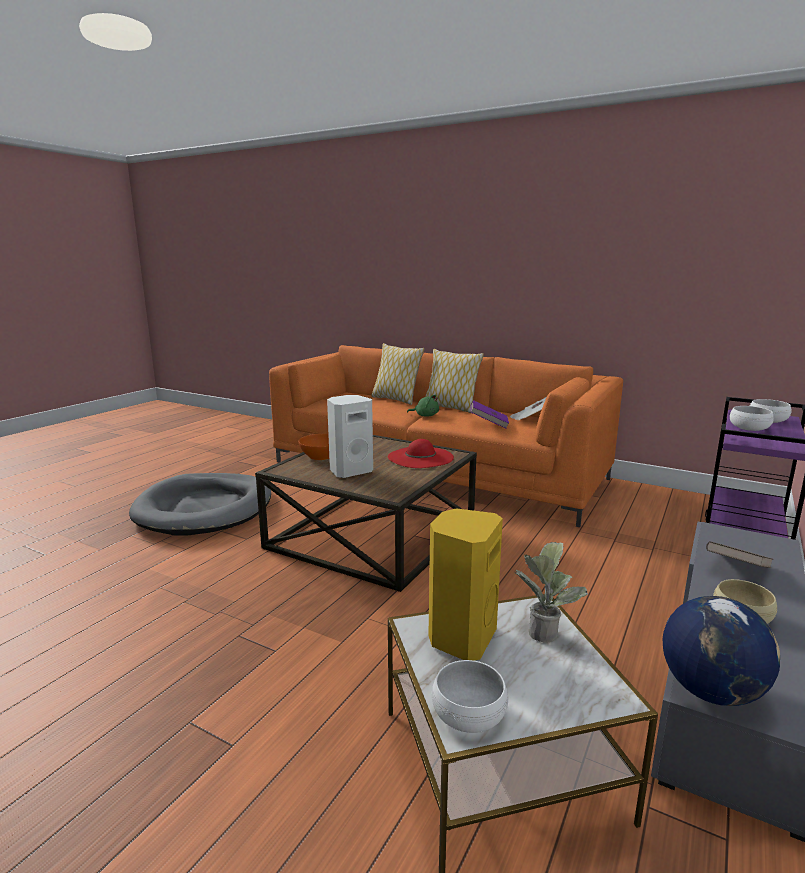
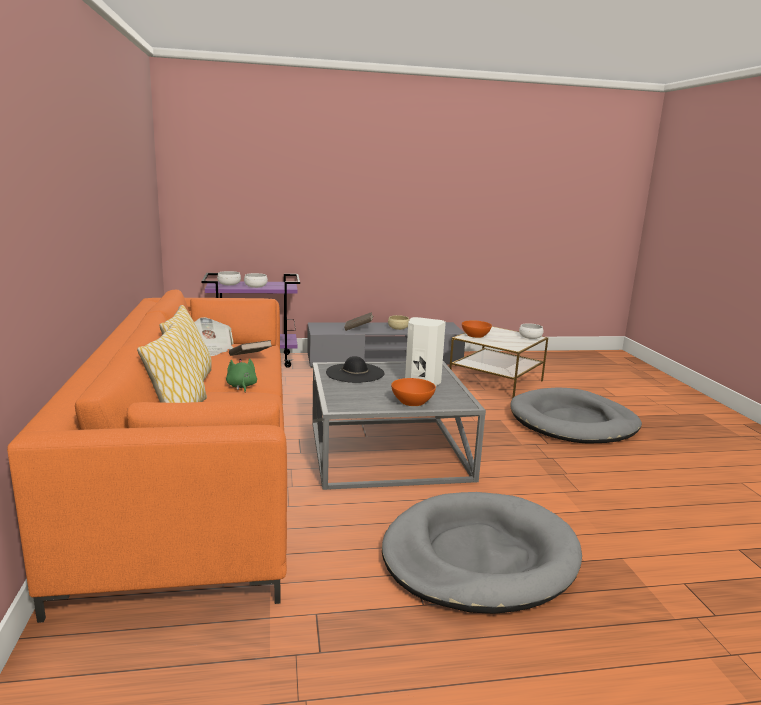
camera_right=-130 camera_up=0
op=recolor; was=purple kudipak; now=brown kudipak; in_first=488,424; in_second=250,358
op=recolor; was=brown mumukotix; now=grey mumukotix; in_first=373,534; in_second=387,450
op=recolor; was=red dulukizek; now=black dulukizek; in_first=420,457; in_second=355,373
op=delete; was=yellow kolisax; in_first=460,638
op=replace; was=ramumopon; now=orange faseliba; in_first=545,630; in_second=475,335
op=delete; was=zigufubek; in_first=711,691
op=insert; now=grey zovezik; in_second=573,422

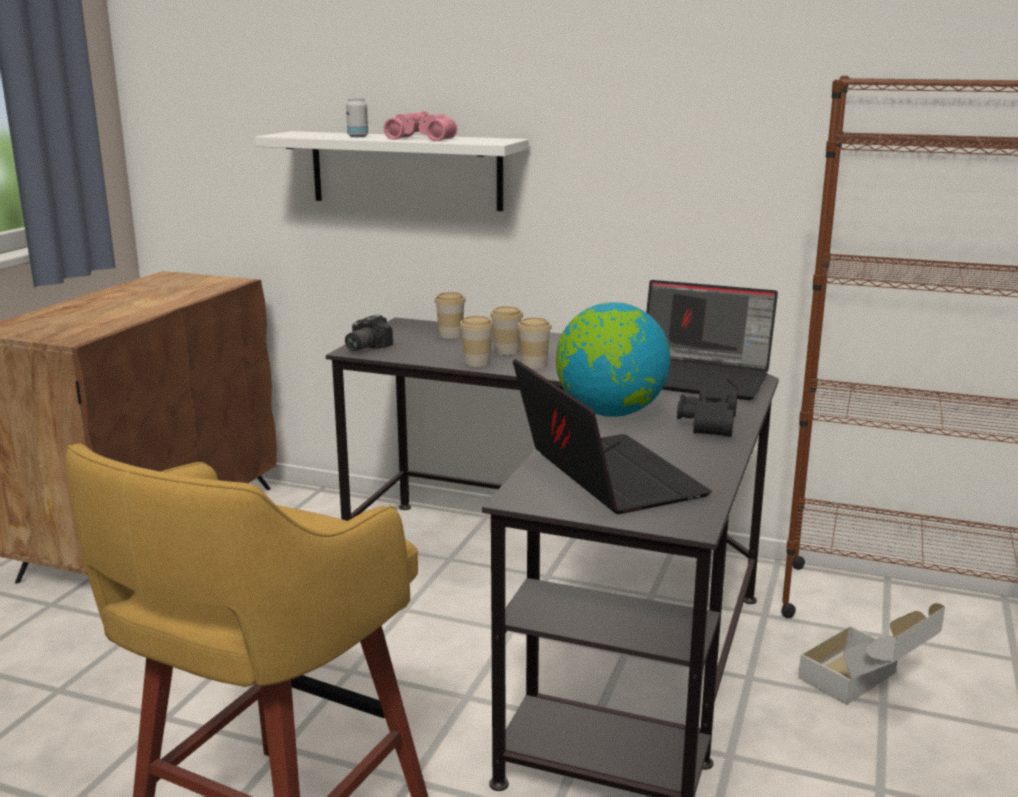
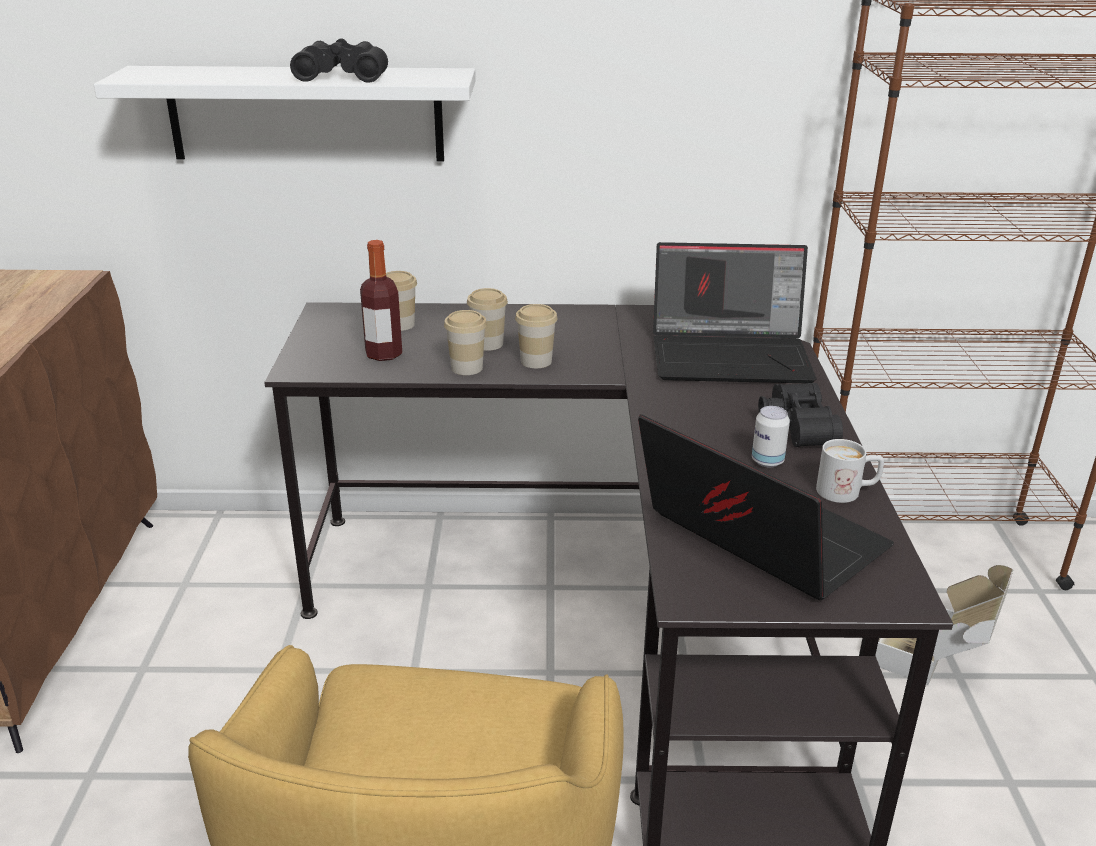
camera_right=-20 camera_up=10
op=move; was=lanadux; in_first=358,136; in_second=767,461
op=recolor; was=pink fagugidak; now=black fagugidak; in_first=424,138; in_second=343,76
op=delete; was=zigufubek; in_first=610,413
op=delete; was=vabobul; in_first=363,347
op=insert; now=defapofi; in_second=384,354
op=insert; now=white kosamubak; in_second=847,492

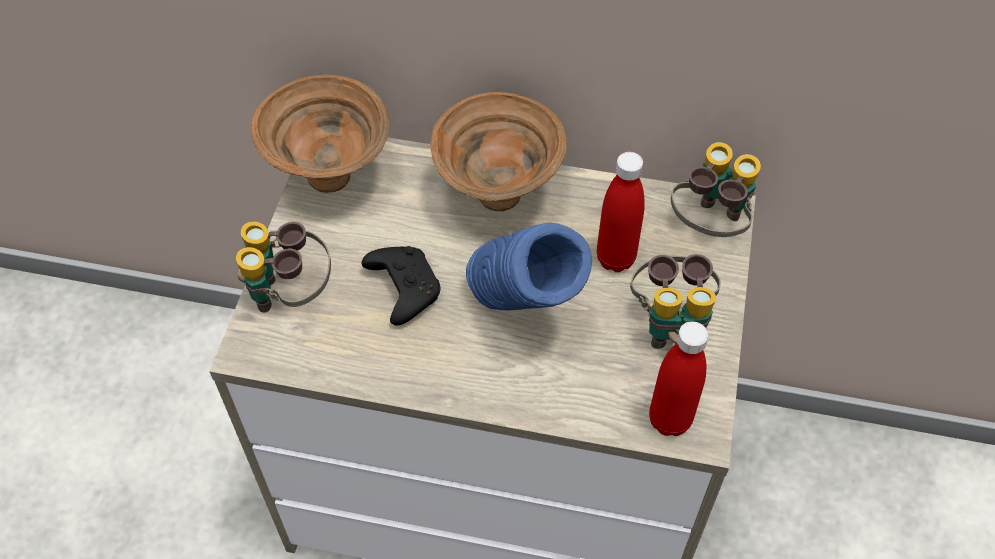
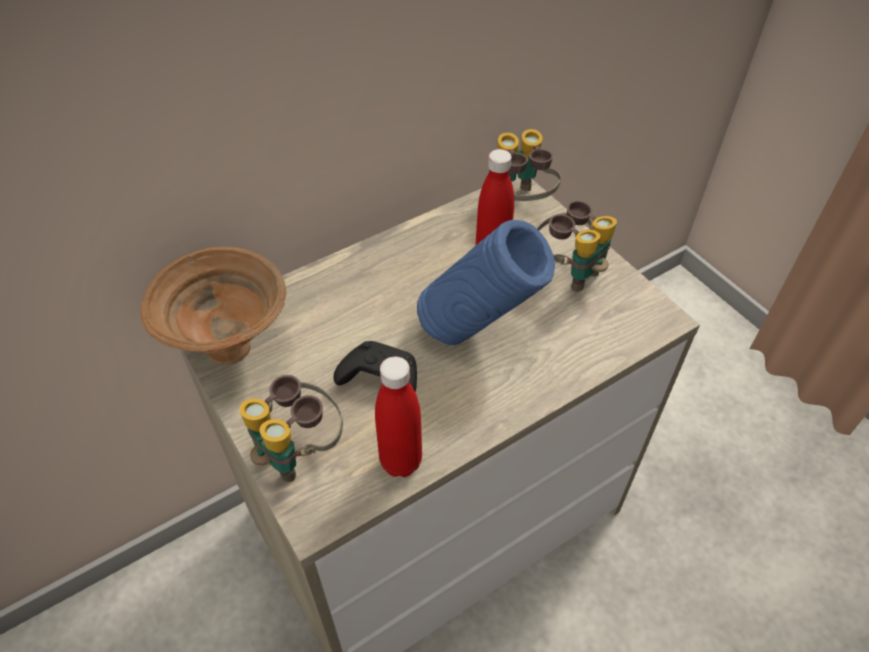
camera_right=-45 camera_up=-5
op=delete; was=brown faseliba; in_first=499,198
op=move; was=red defapofi; in_first=669,420; in_second=401,461

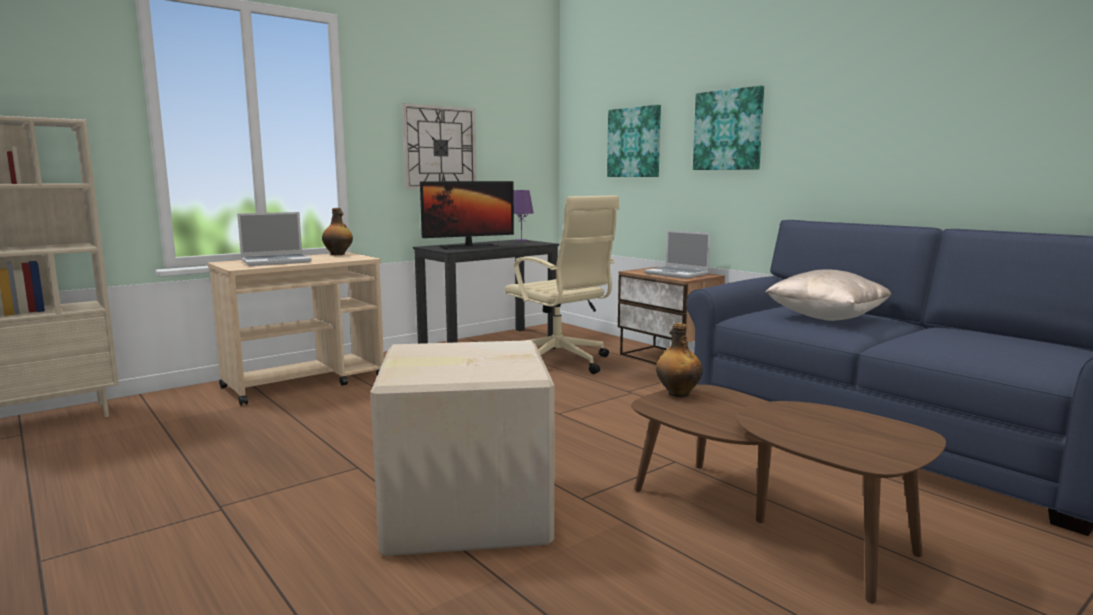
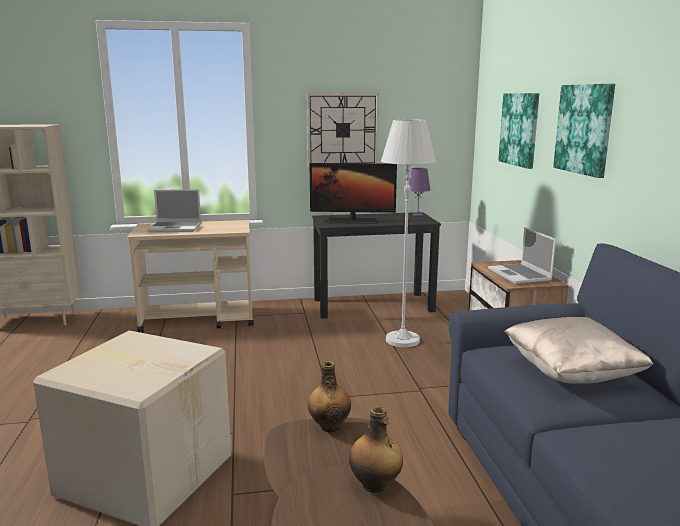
camera_right=30 camera_up=5
op=replace; was=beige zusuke; now=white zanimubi; in_first=559,363; in_second=402,340
op=move; was=defapofi; in_first=338,254; in_second=375,485

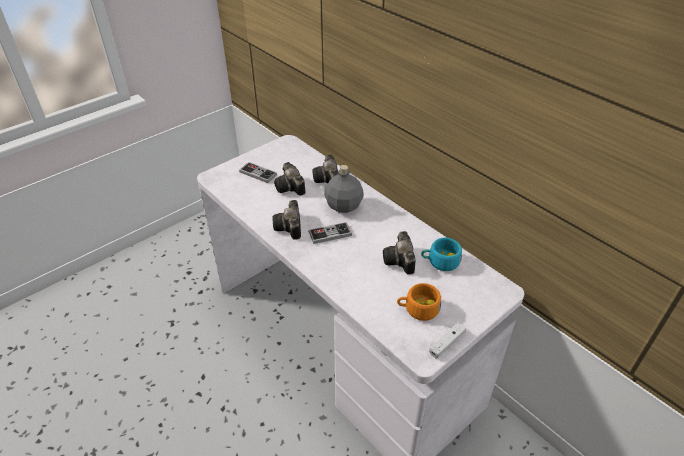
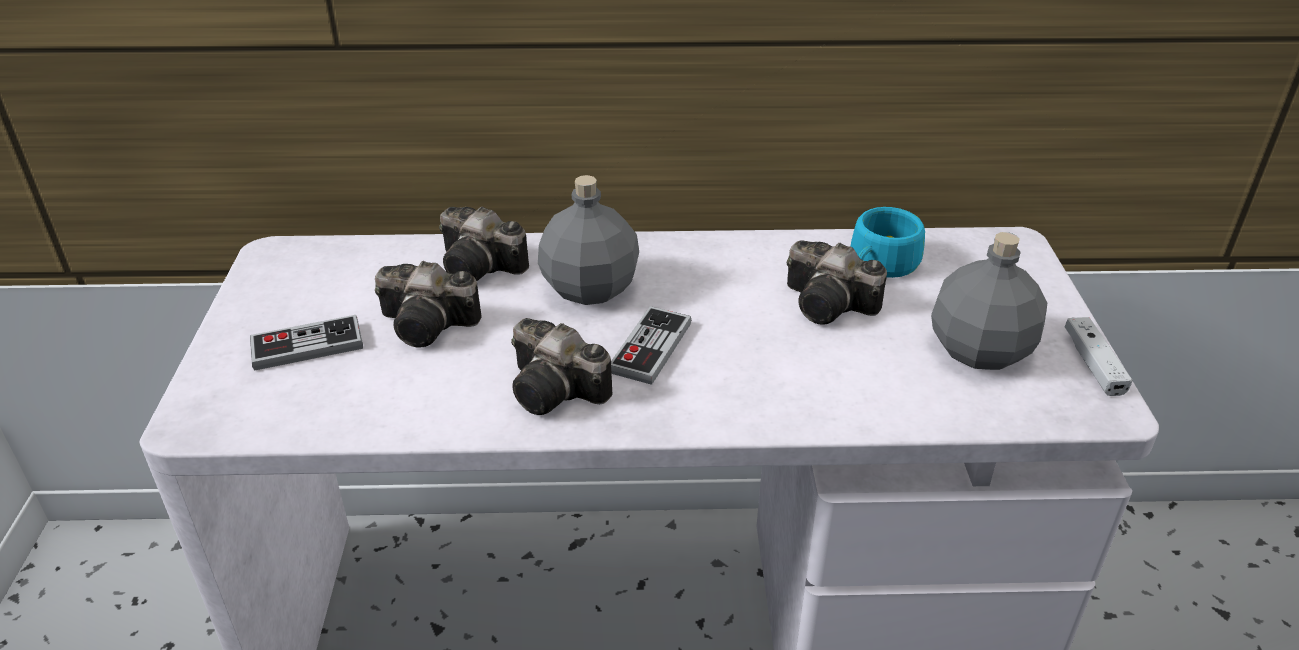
camera_right=-50 camera_up=-5
op=replace; was=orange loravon; now=grey defapofi; in_first=418,309; in_second=977,351

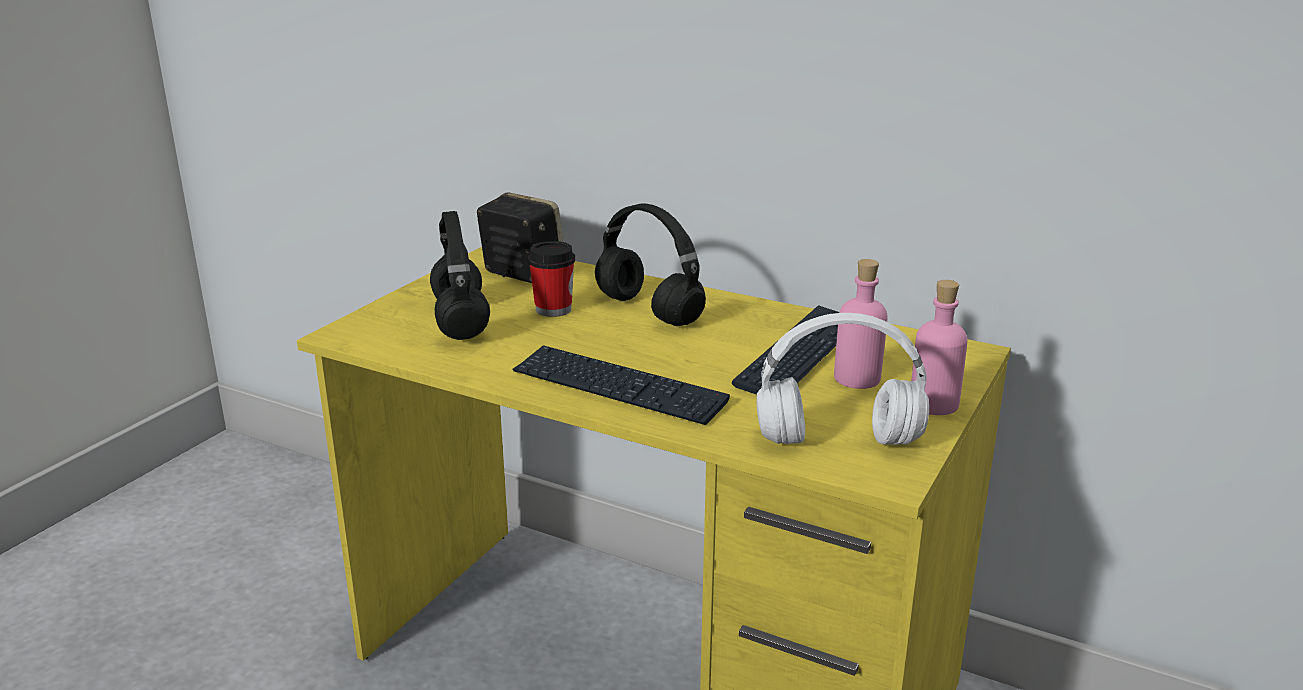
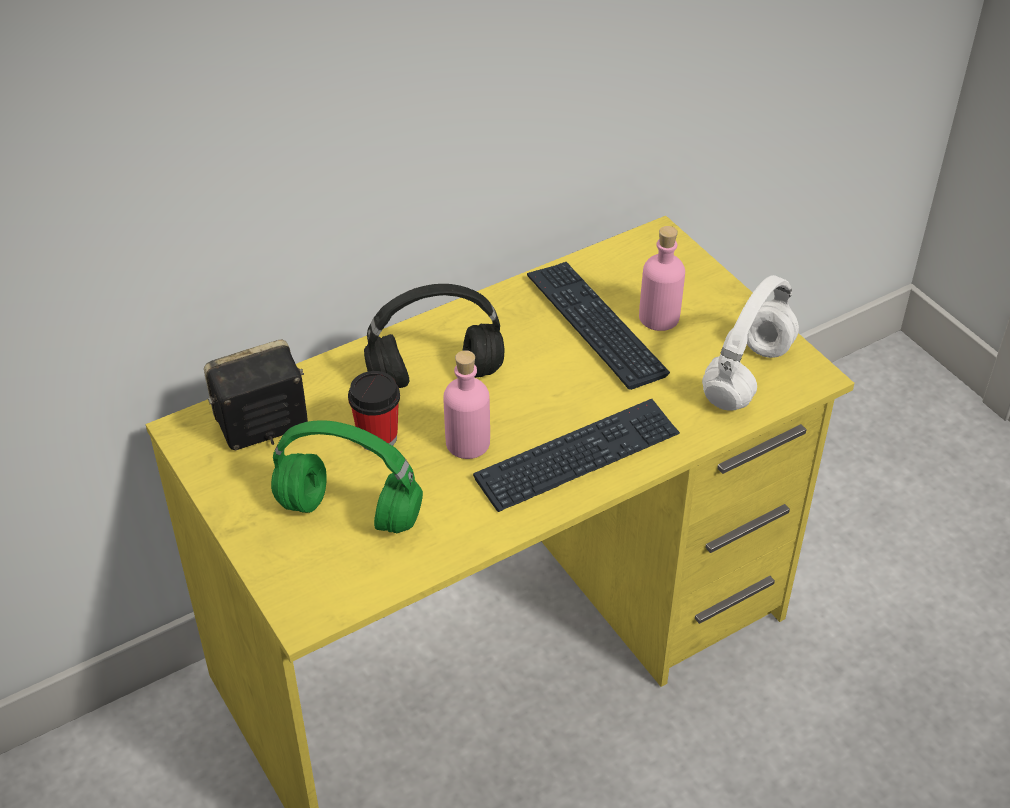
camera_right=-60 camera_up=20
op=recolor; was=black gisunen; now=green gisunen; in_first=462,322; in_second=352,512
op=move; was=pink defapofi; in_first=933,404; in_second=467,443

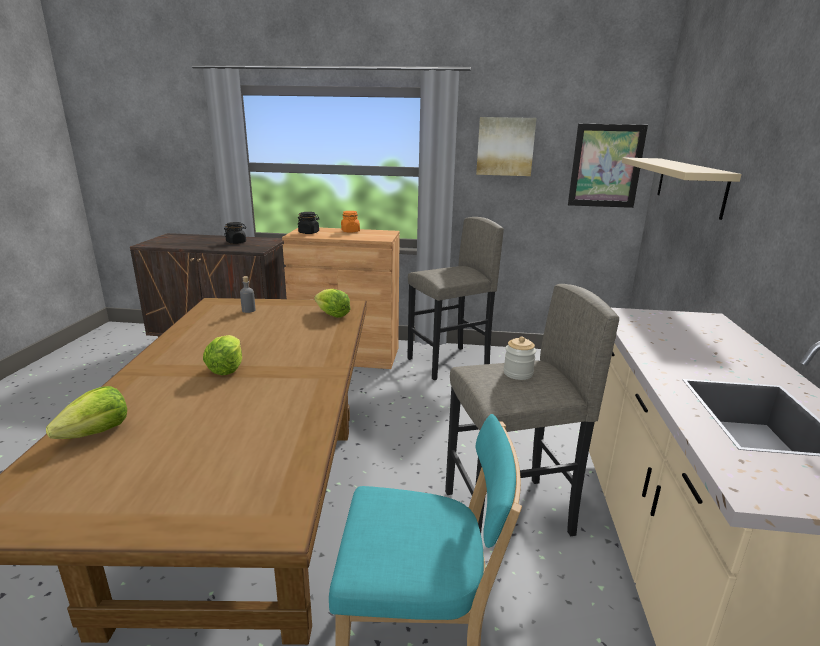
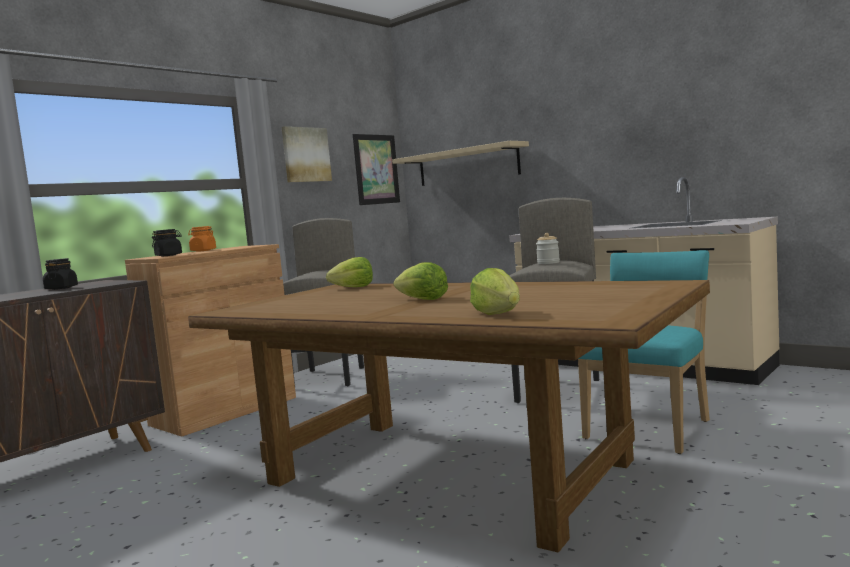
camera_right=-55 camera_up=-15
op=delete; was=grey defapofi; in_first=248,310

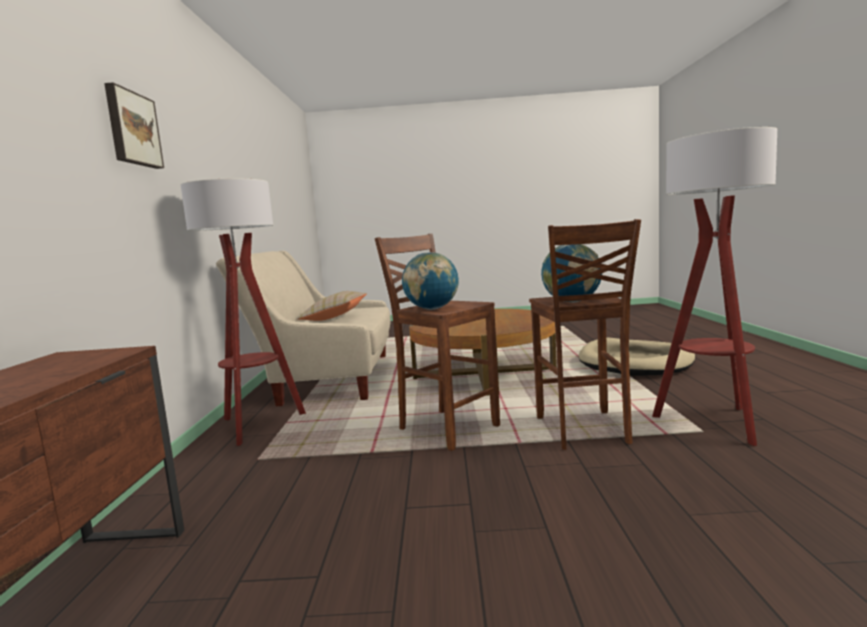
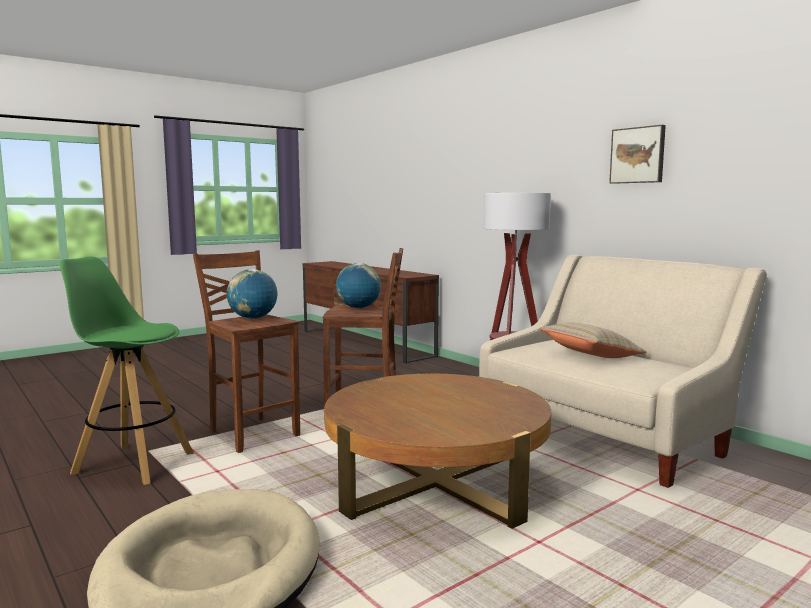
camera_right=140 camera_up=0
op=move; was=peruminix; in_first=132,129; in_second=638,155
op=replace; was=zanimubi; now=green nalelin; in_first=714,422; in_second=133,463

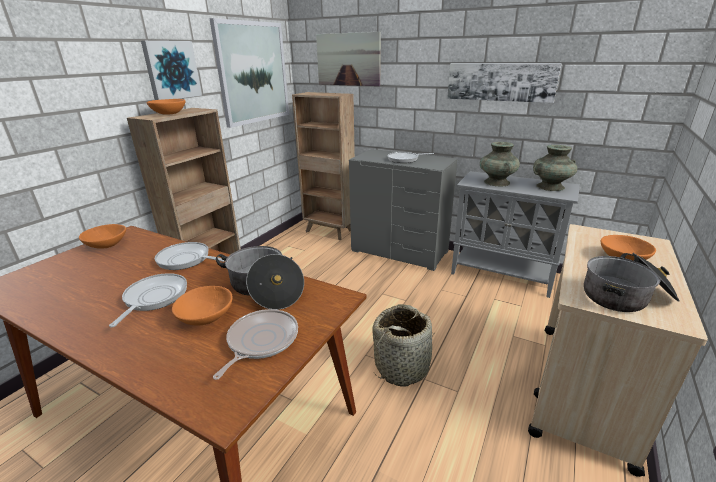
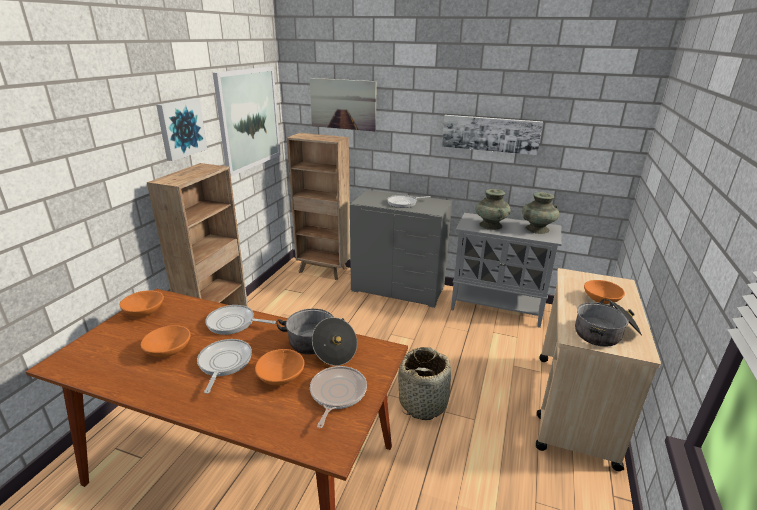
camera_right=-10 camera_up=0
op=move; was=orange faseliba; in_first=169,114; in_second=168,351

